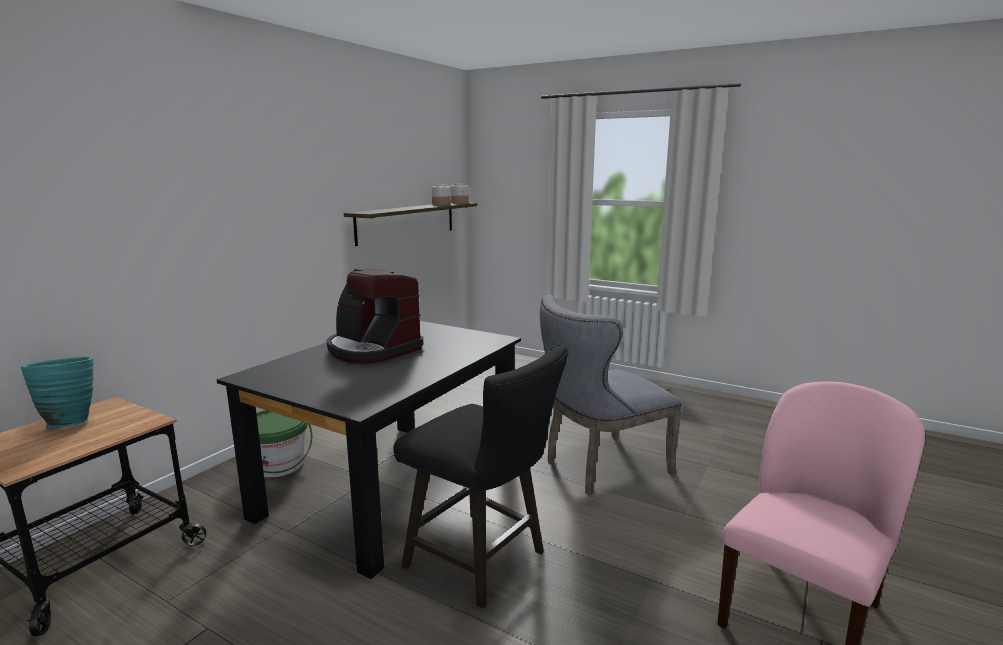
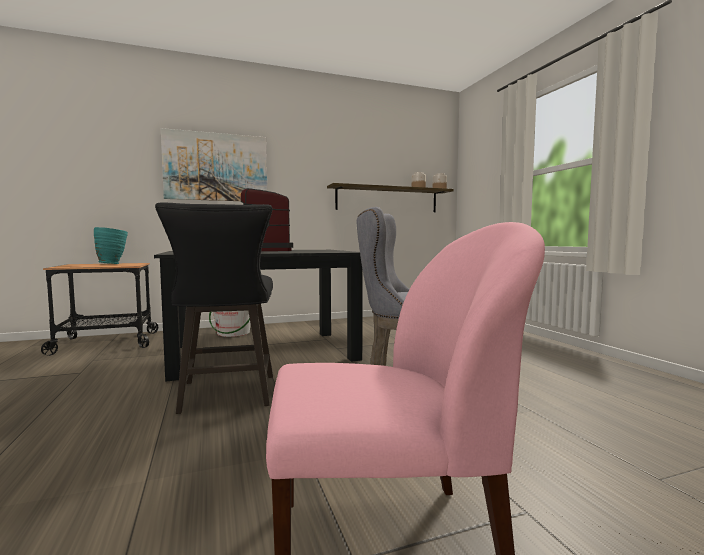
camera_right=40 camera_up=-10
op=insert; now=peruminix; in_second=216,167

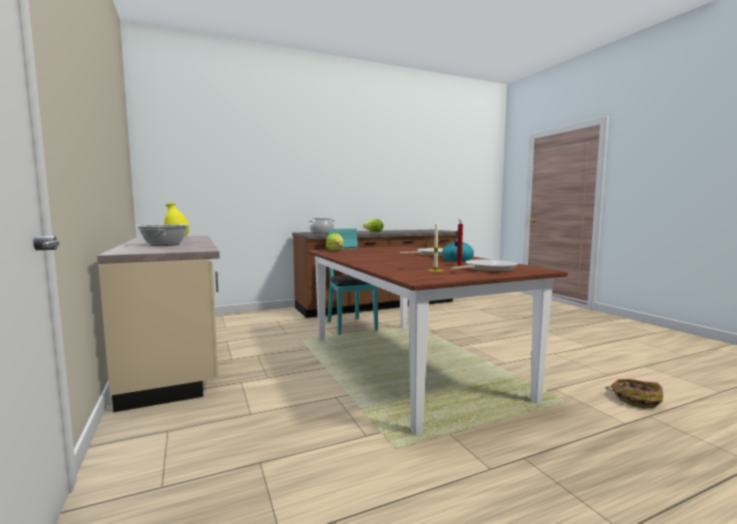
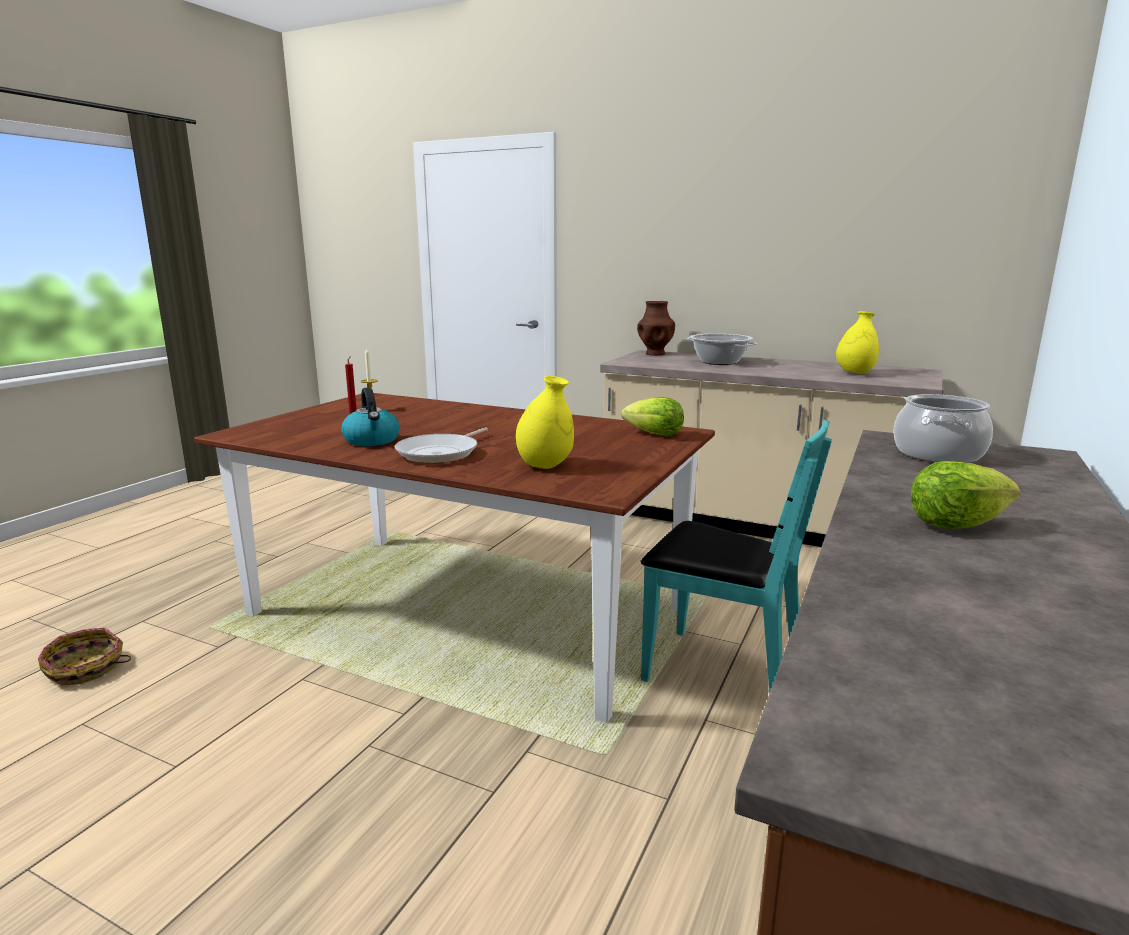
camera_right=140 camera_up=10
op=delete; was=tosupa; in_first=488,269
op=insert; now=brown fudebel; in_second=655,354
op=insert; now=yellow fudebel; in_second=545,465

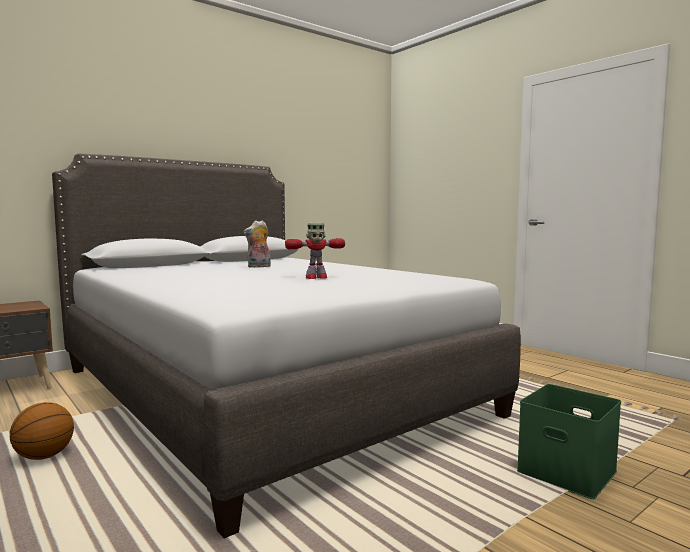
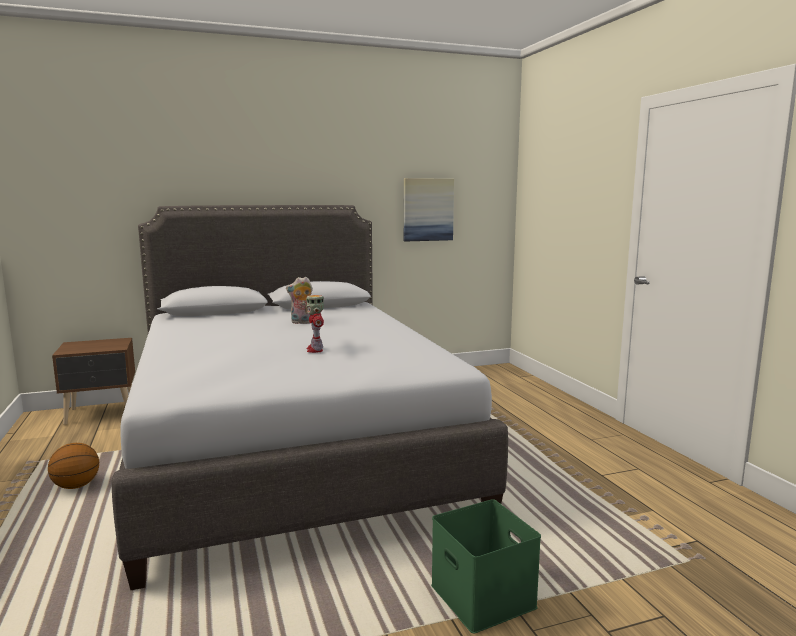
camera_right=20 camera_up=5
op=rotate; was=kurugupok; in_first=316,277; in_second=315,349; clockwise=75
op=insert; now=peruminix; in_second=428,209

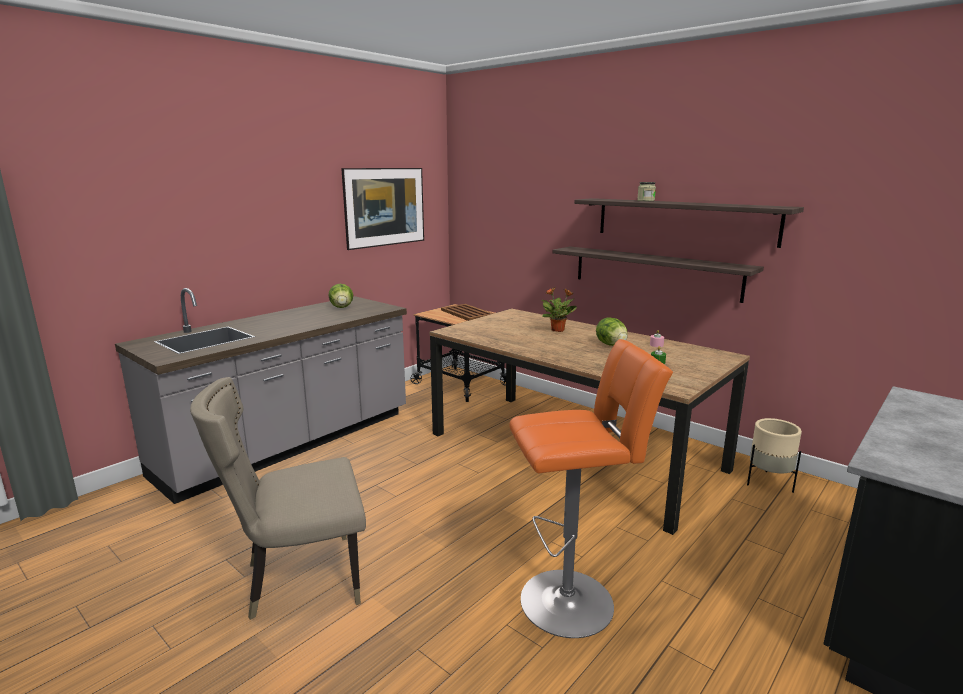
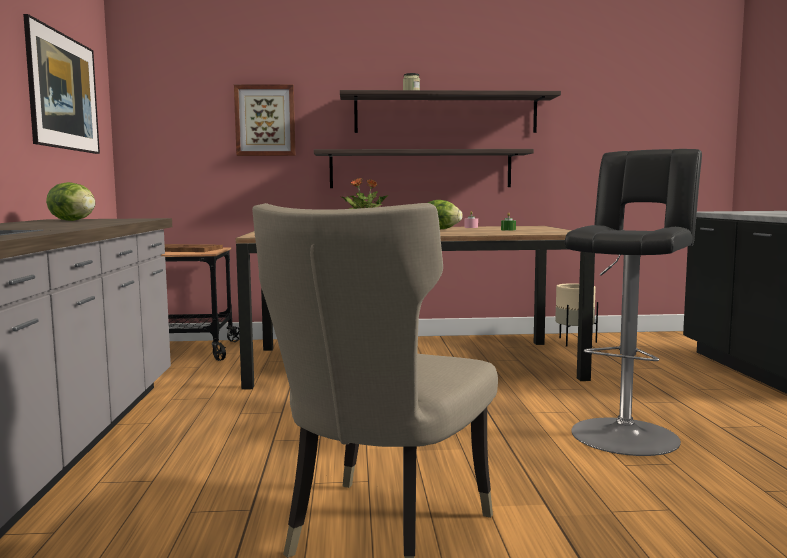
camera_right=-45 camera_up=-10
op=recolor; was=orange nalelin; now=black nalelin; in_first=573,600; in_second=626,433
op=insert; now=peruminix; in_second=265,120

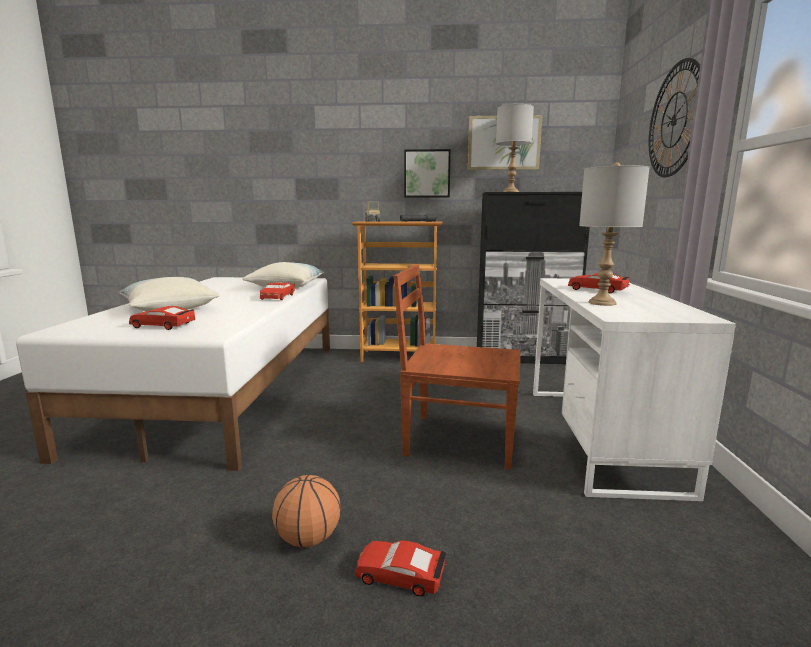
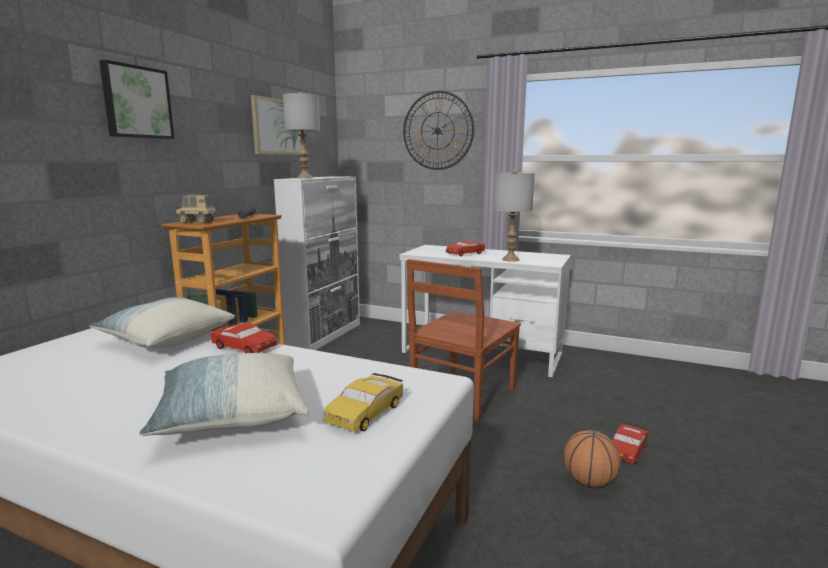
camera_right=-70 camera_up=0
op=move; was=peruminix; in_first=427,174; in_second=136,102
op=recolor; was=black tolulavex; now=white tolulavex; in_first=525,358; in_second=325,335
op=recolor; was=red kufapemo; now=yellow kufapemo; in_first=163,325; in_second=365,412

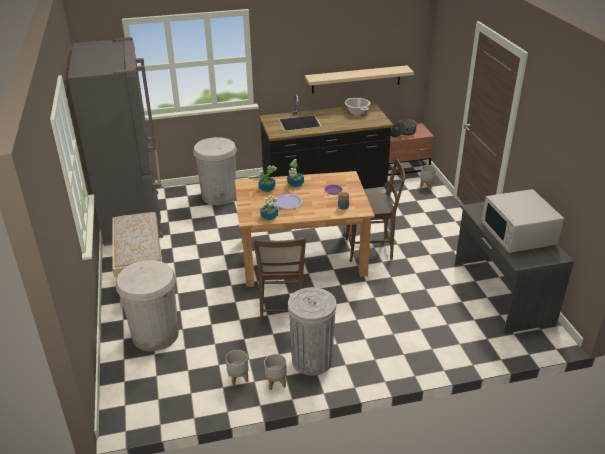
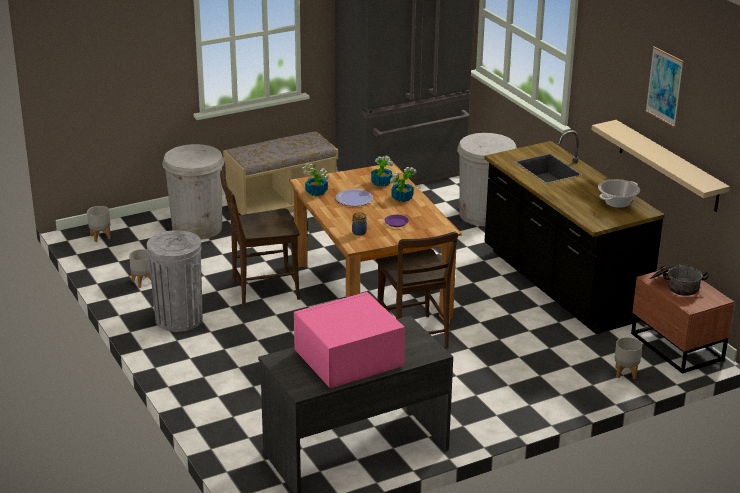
camera_right=75 camera_up=-5
op=recolor; was=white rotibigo; now=pink rotibigo; in_first=518,234; in_second=347,359
op=move; was=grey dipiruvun; in_first=276,382; in_second=100,237
op=insert; now=peruminix; in_second=664,86

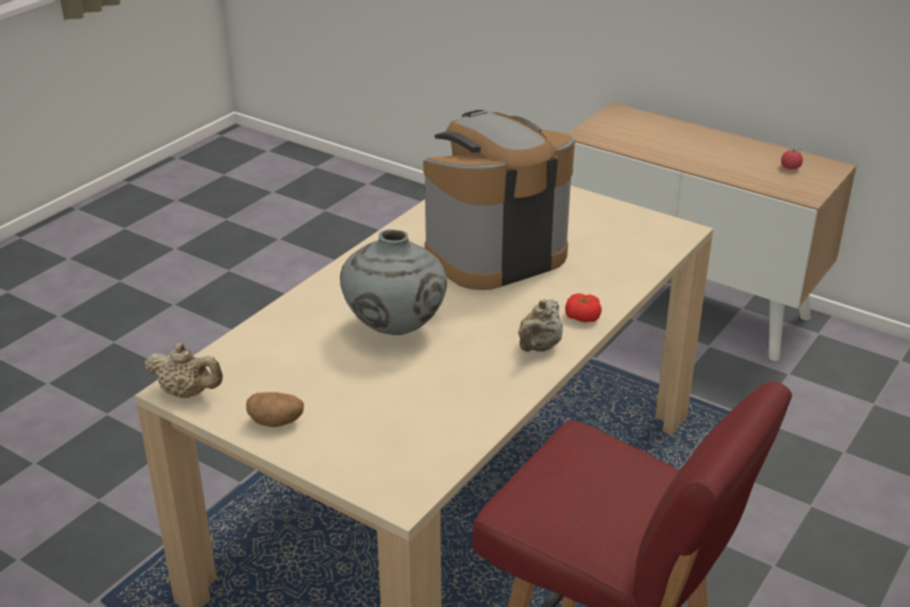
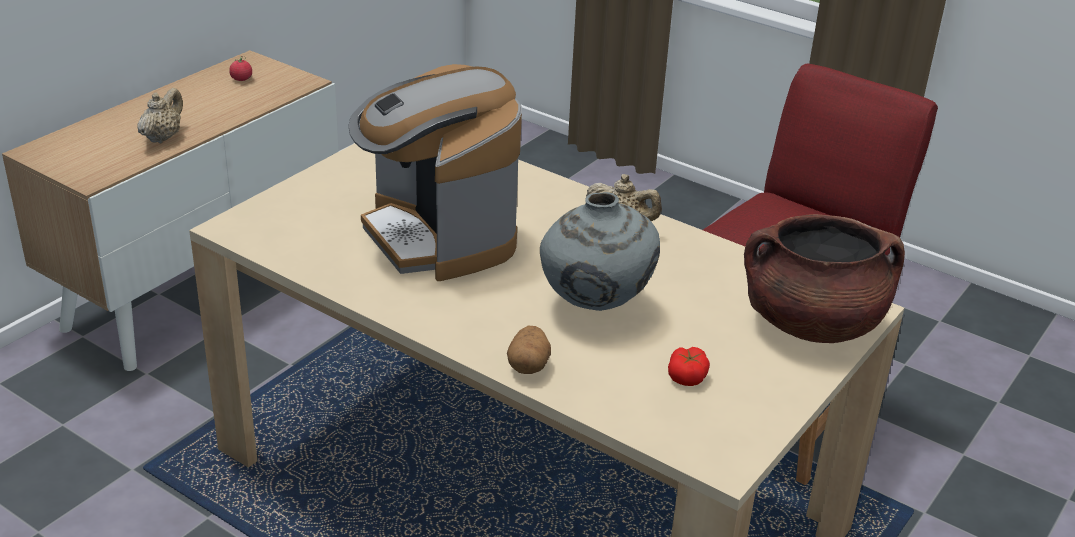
camera_right=-90 camera_up=0
op=move; was=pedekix; in_first=582,317; in_second=687,376
op=move; was=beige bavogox; in_first=187,393; in_second=163,137
op=move; was=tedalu; in_first=277,422; in_second=528,365
op=insert; now=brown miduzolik; in_second=811,324

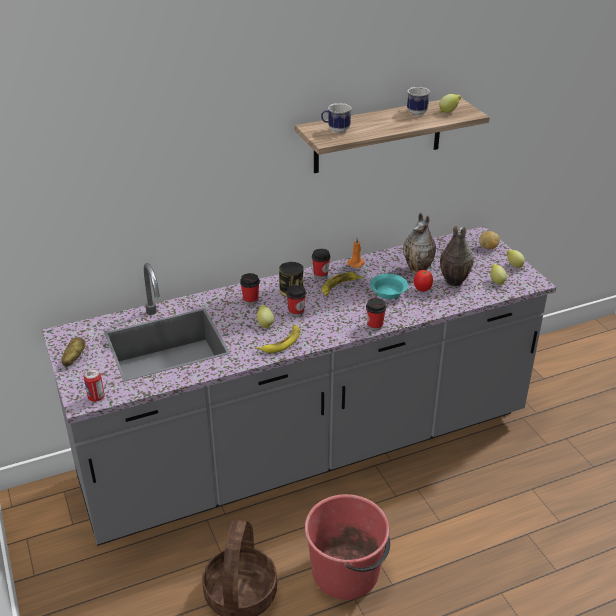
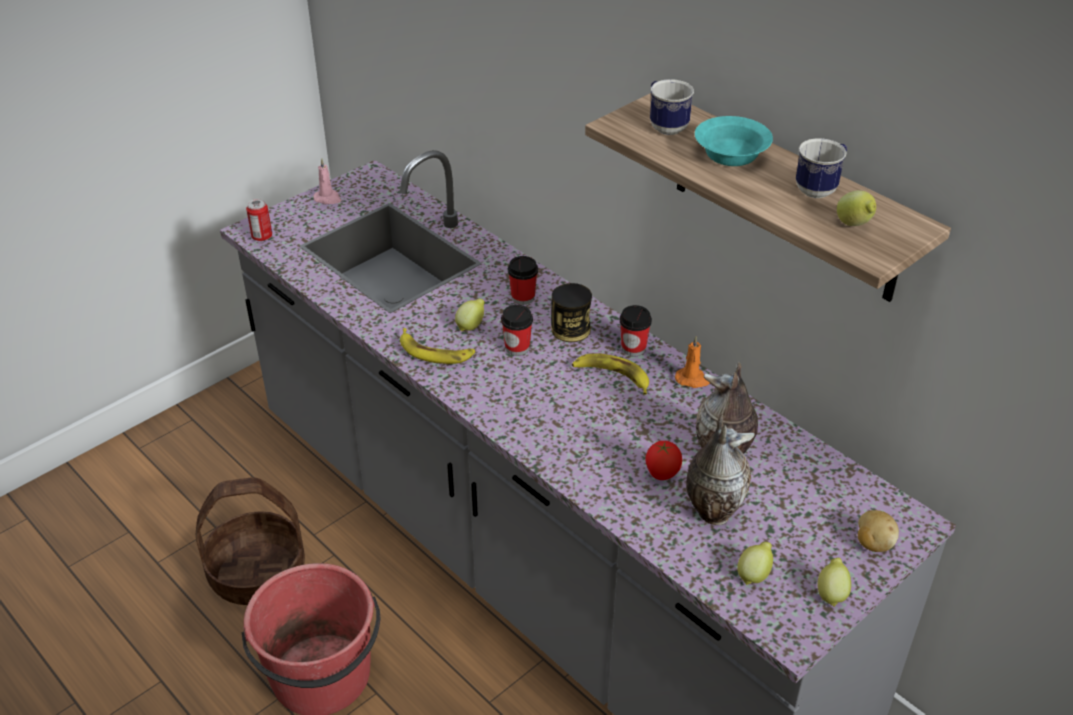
camera_right=70 camera_up=5
op=move; was=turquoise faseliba; in_first=388,293; in_second=729,155
op=delete; was=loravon; in_first=375,326
op=replace; was=tedalu; now=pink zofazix; in_first=74,358; in_second=328,199

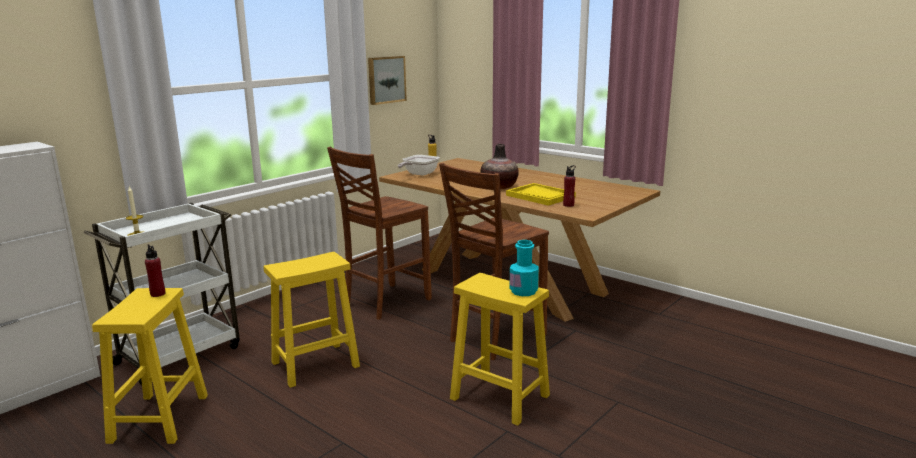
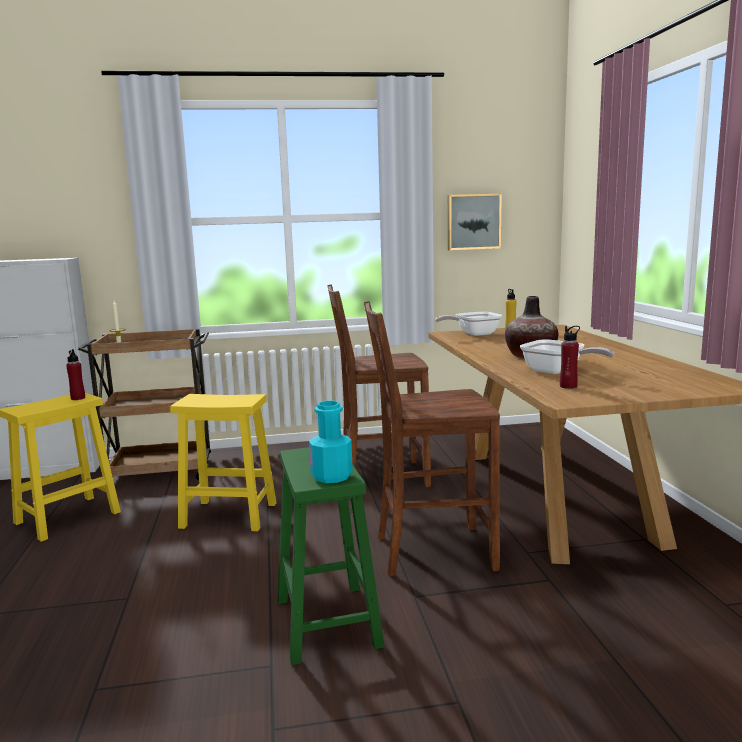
camera_right=40 camera_up=-5
op=replace; was=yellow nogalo; now=tosupa; in_first=540,196; in_second=557,372
op=recolor; was=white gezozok; now=brown gezozok; in_first=181,354; in_second=161,472
op=recolor; was=yellow nalelin; now=green nalelin; in_first=501,397; in_second=328,623

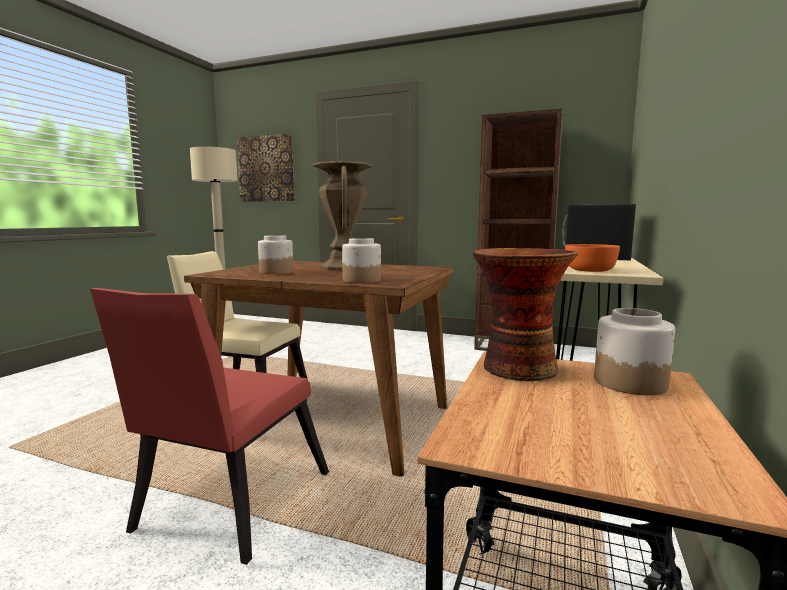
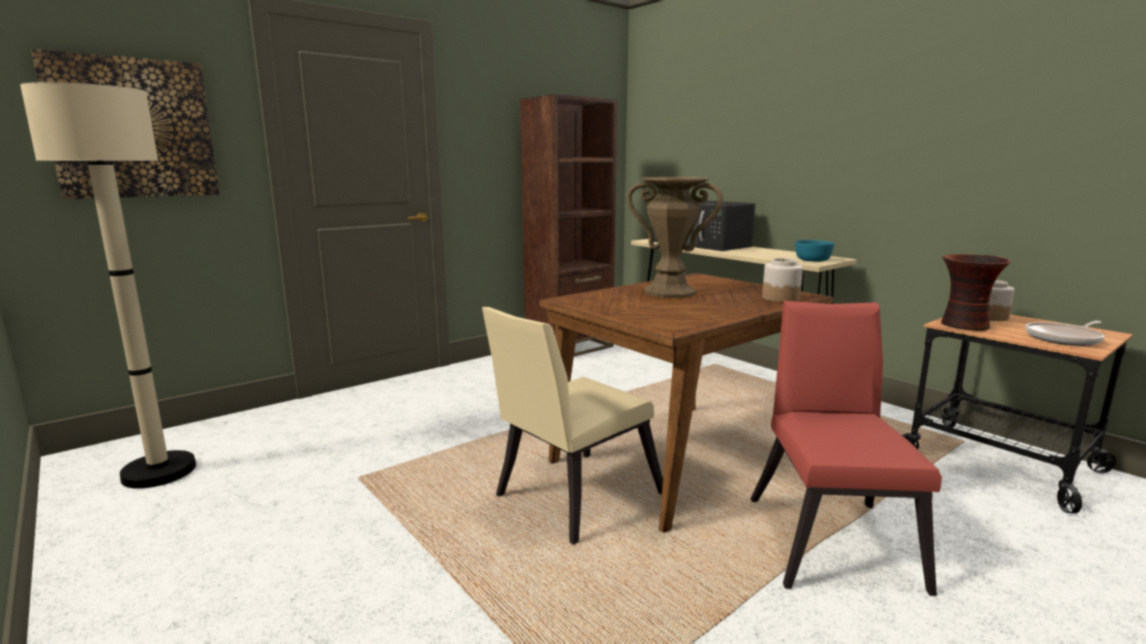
camera_right=-60 camera_up=5
op=delete; was=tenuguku; in_first=276,272
op=recolor; was=orange faseliba; now=turquoise faseliba; in_first=590,270; in_second=813,260
op=rotate; was=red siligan; in_first=226,506; in_second=830,535; clockwise=-135
op=insert; now=tosupa; in_second=1065,339

